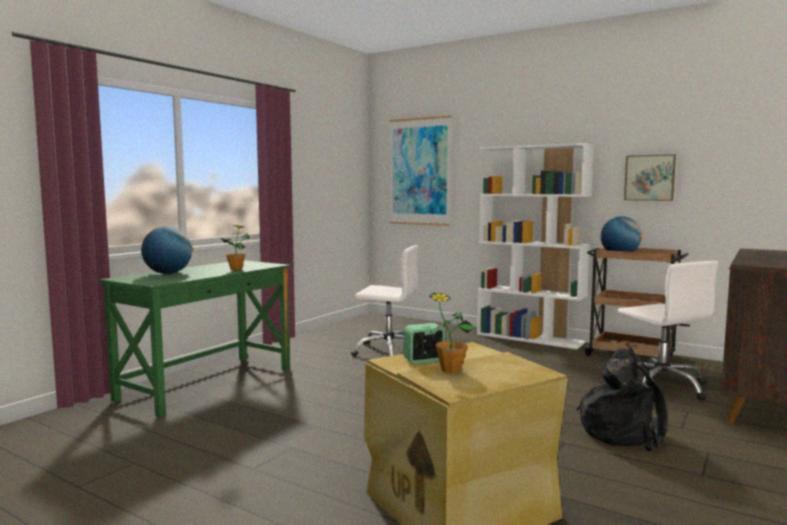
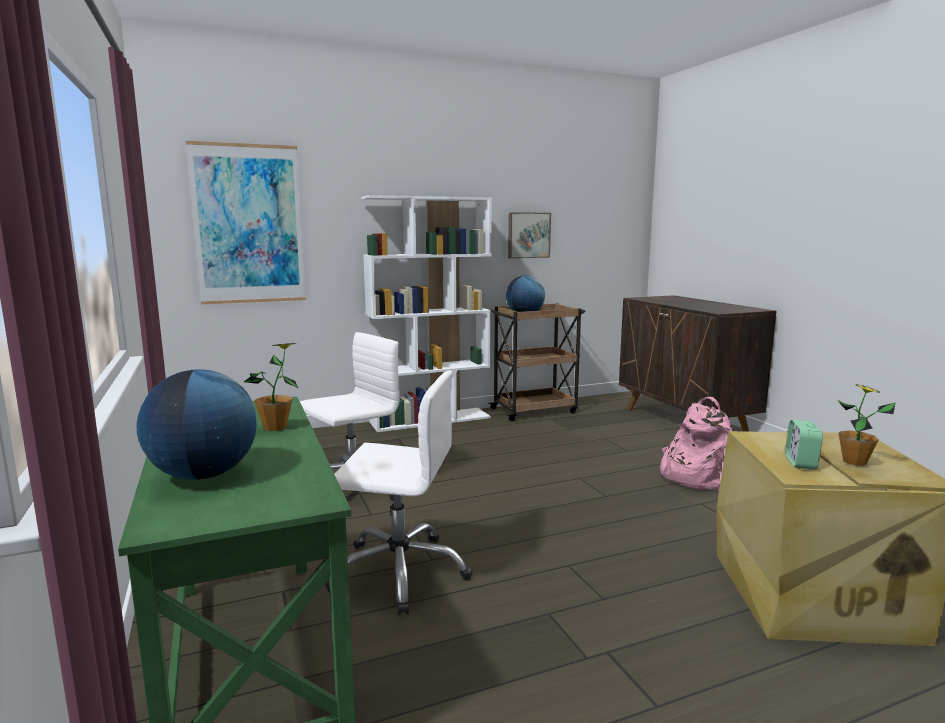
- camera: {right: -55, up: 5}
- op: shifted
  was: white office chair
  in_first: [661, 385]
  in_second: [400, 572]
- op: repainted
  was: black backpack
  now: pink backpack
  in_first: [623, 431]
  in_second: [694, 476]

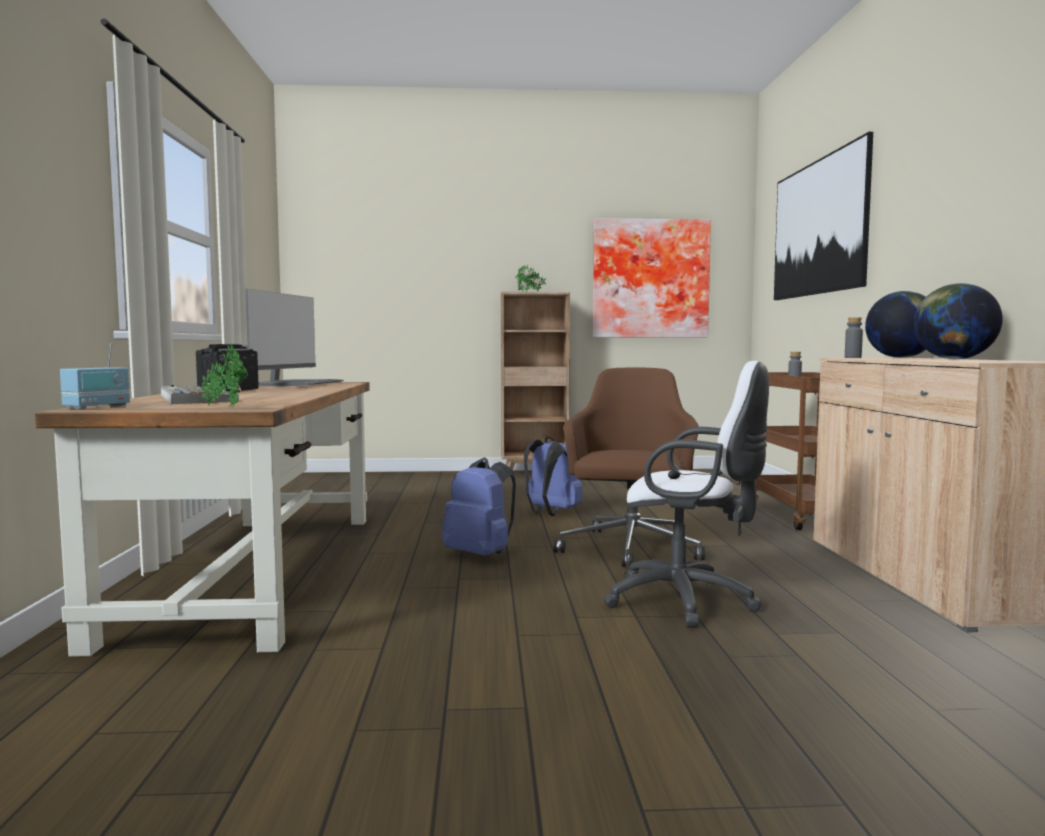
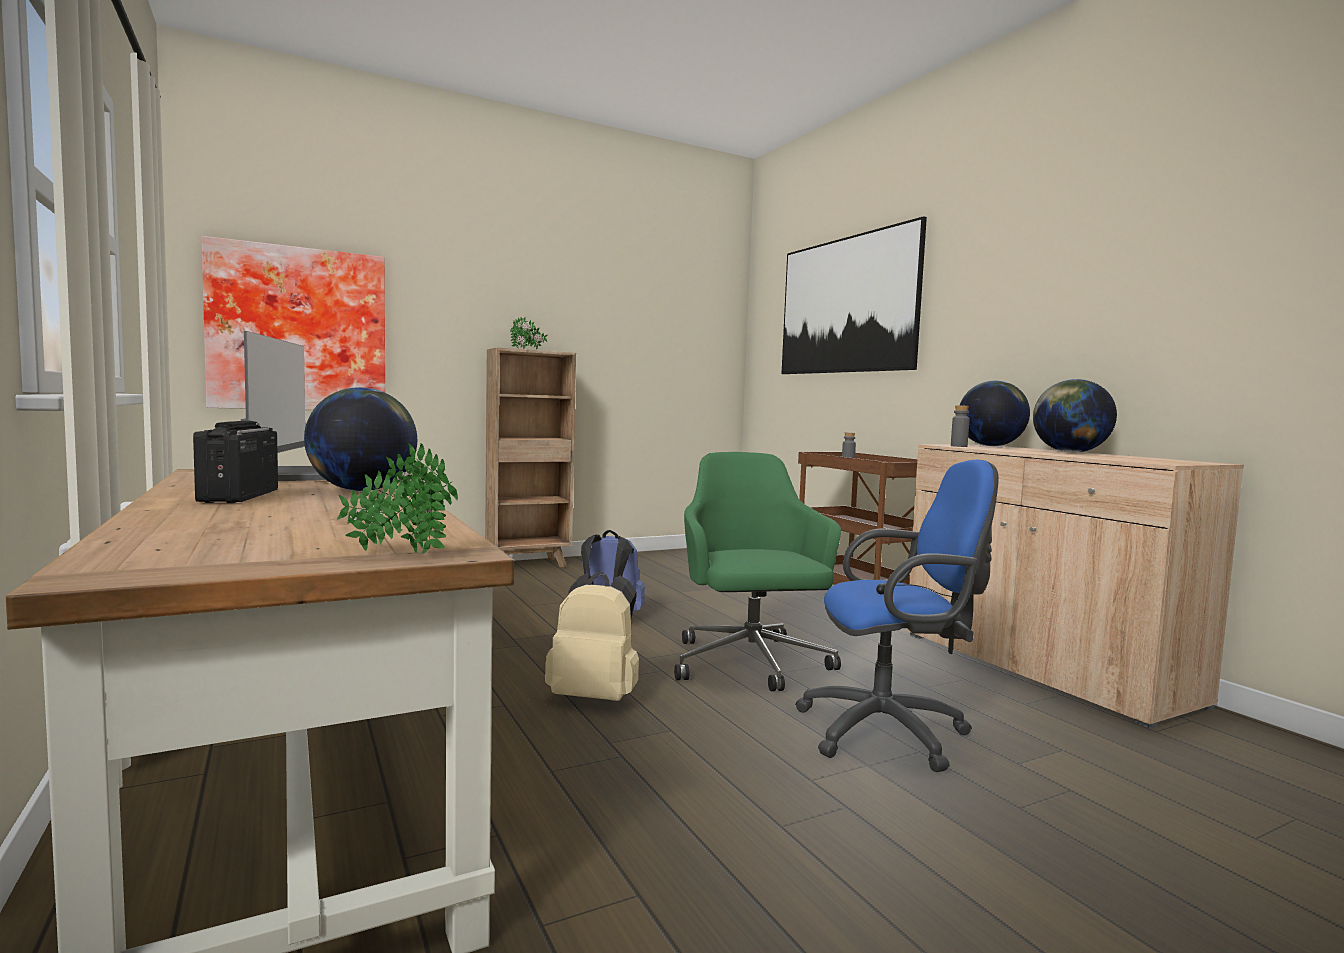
- camera: {right: -25, up: 0}
- op: gone
  was: radio
  in_first: [97, 407]
- op: gone
  was: keyboard
  in_first: [196, 398]
- op: new
  now: globe
  in_second: [362, 490]
- op: shifted
  was: picture
  in_first: [650, 279]
  in_second: [298, 330]
- op: repainted
  was: blue backpack
  now: beige backpack
  in_first: [481, 555]
  in_second: [595, 697]
- op: repainted
  was: brown office chair
  now: green office chair
  in_first: [630, 549]
  in_second: [750, 664]
- op: repainted
  was: white office chair
  now: blue office chair
  in_first: [688, 601]
  in_second: [892, 732]

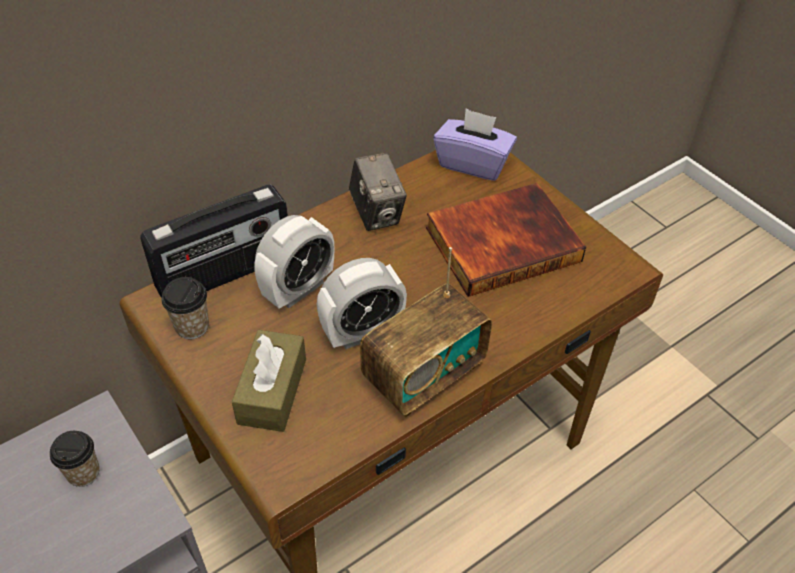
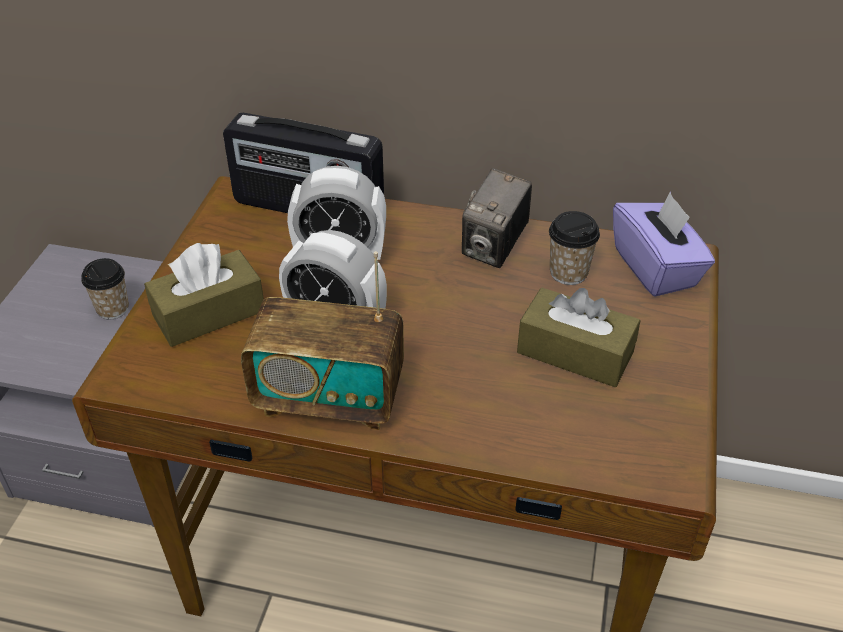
- camera: {right: 50, up: -5}
- op: shifted
  was: cup
  in_first: [192, 326]
  in_second: [568, 273]
- op: swapped
  was: book
  now: brown tissue box
  in_first: [502, 242]
  in_second: [575, 352]

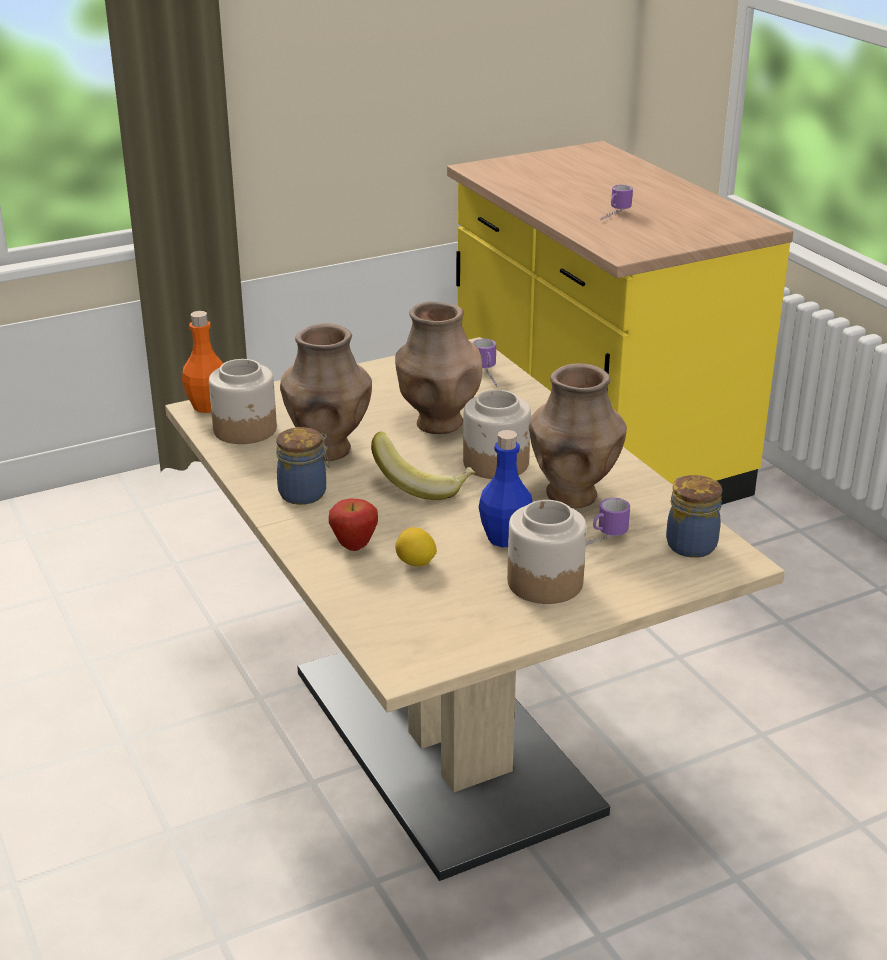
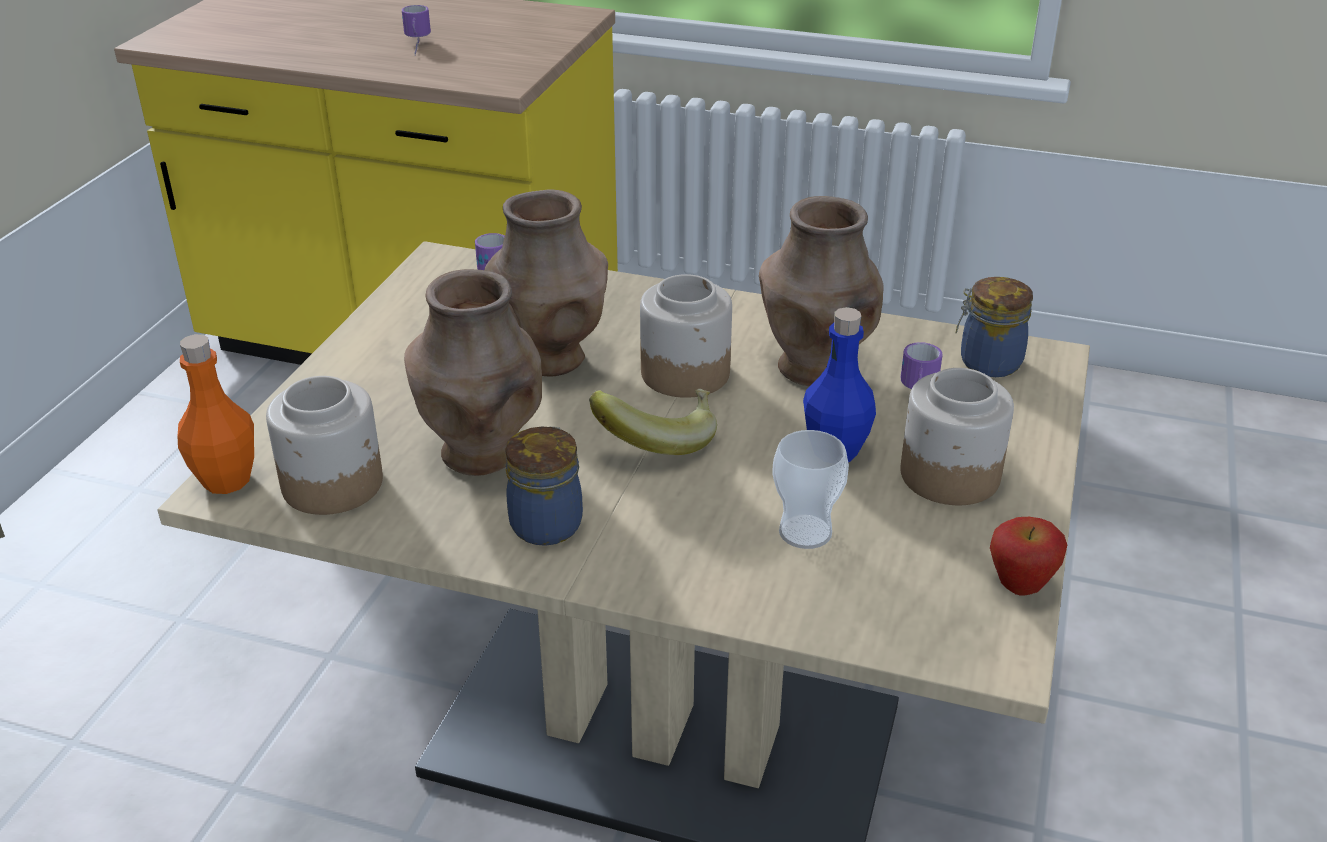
- camera: {right: -45, up: 5}
- op: shifted
  was: apple
  in_first: [354, 546]
  in_second: [1020, 587]
- op: swapped
  was: lemon
  now: cup
  in_first: [415, 563]
  in_second: [805, 532]

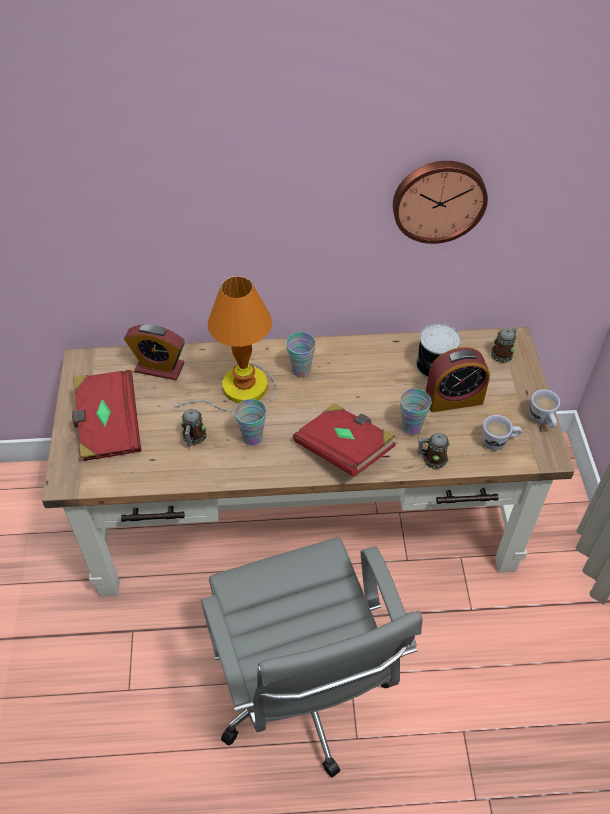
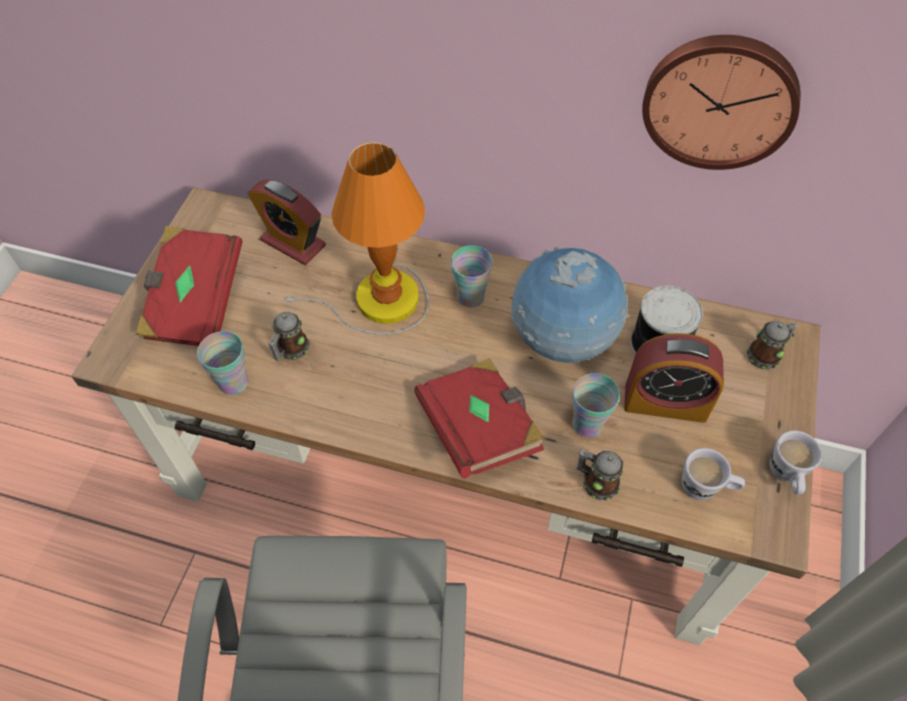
- camera: {right: 20, up: 5}
- op: new
  now: globe
  in_second: [562, 342]
- op: shifted
  was: cup
  in_first: [252, 437]
  in_second: [233, 382]

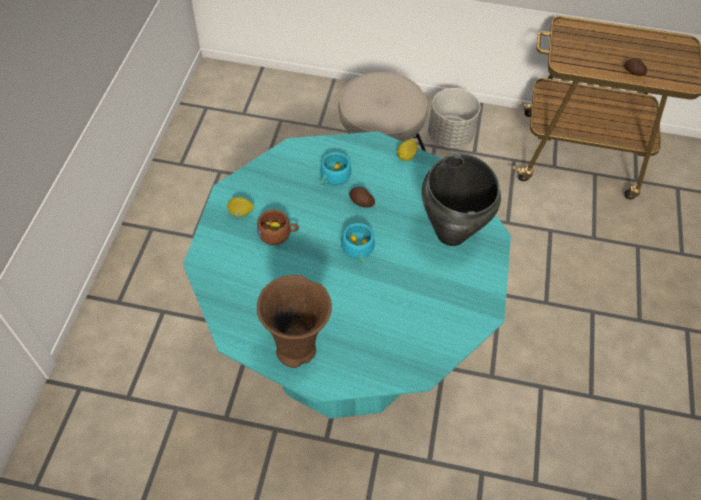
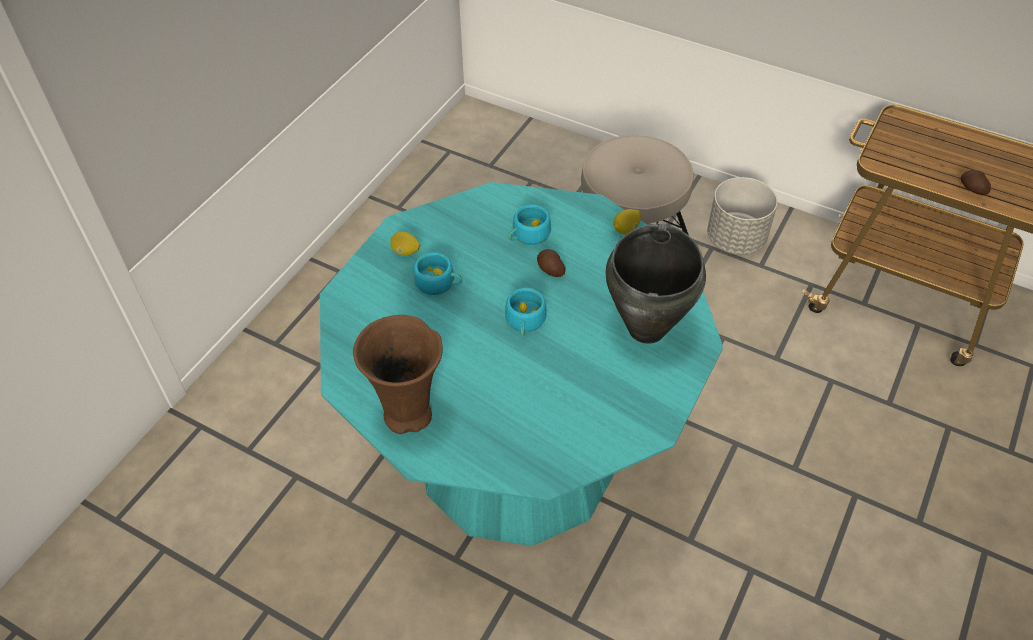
- camera: {right: 20, up: -5}
- op: repainted
  was: brown cup
  now: turquoise cup
  in_first: [278, 233]
  in_second: [439, 283]

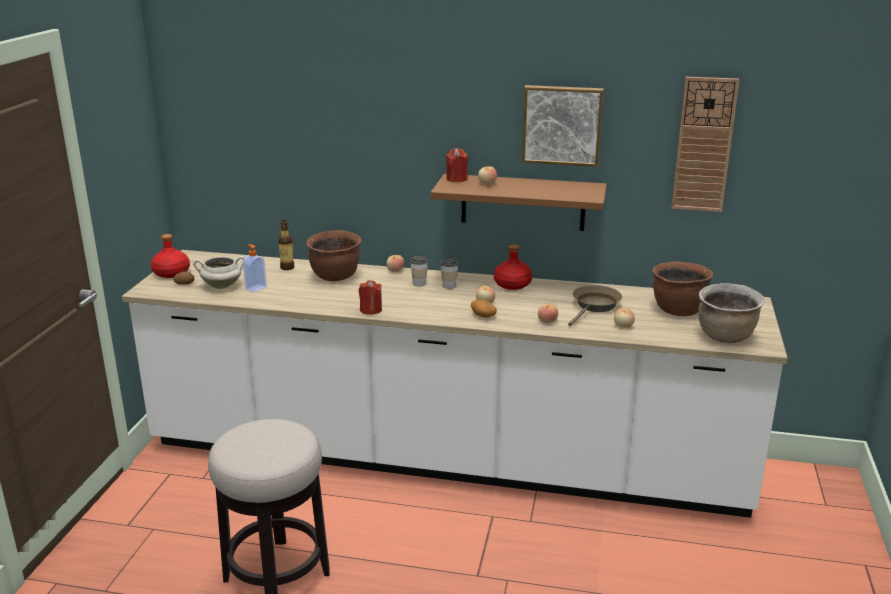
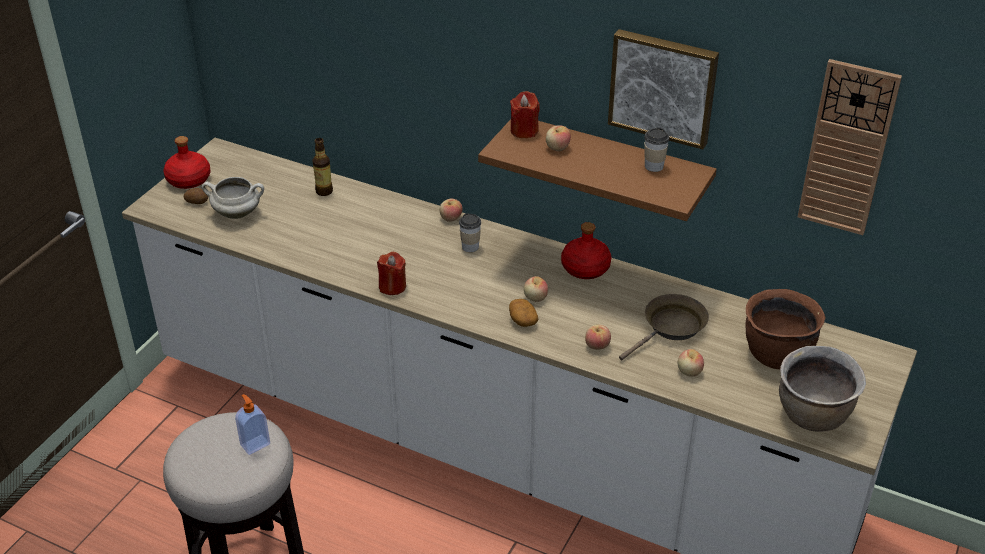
- camera: {right: 15, up: 15}
- op: gone
  was: brown cooking pot
  in_first: [336, 276]
- op: shifted
  was: soap dispenser
  in_first: [255, 288]
  in_second: [255, 444]
- op: shifted
  was: cup
  in_first: [449, 286]
  in_second: [654, 166]

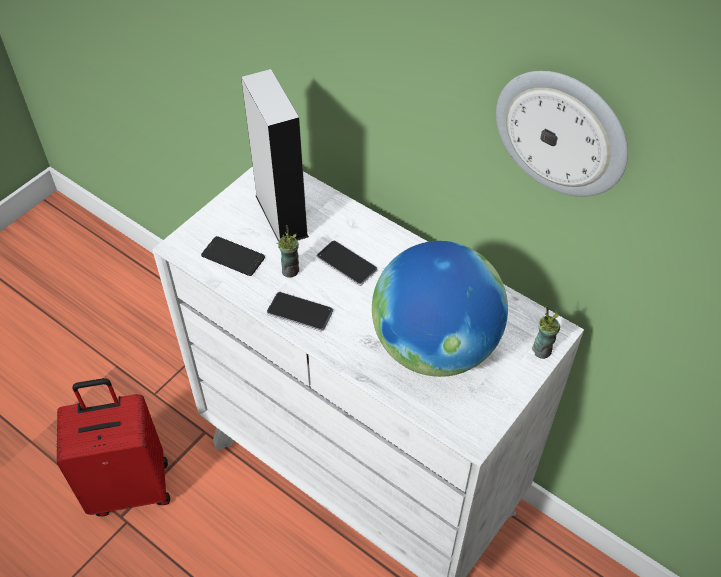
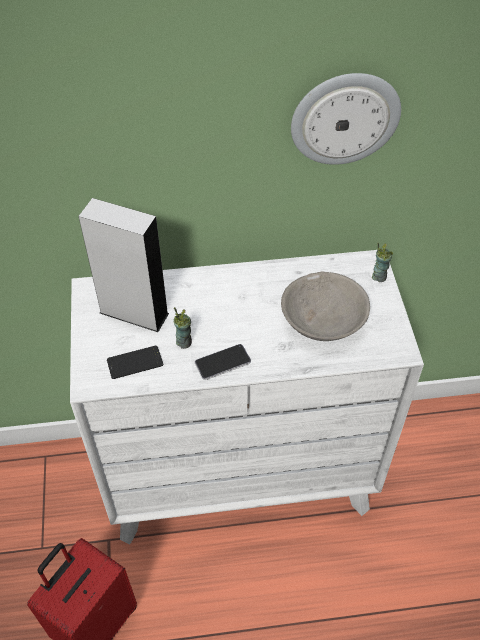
- camera: {right: -45, up: 0}
- op: gone
  was: phone
  in_first: [346, 264]
- op: swapped
  was: globe
  now: grey bowl
  in_first: [434, 346]
  in_second: [323, 320]

